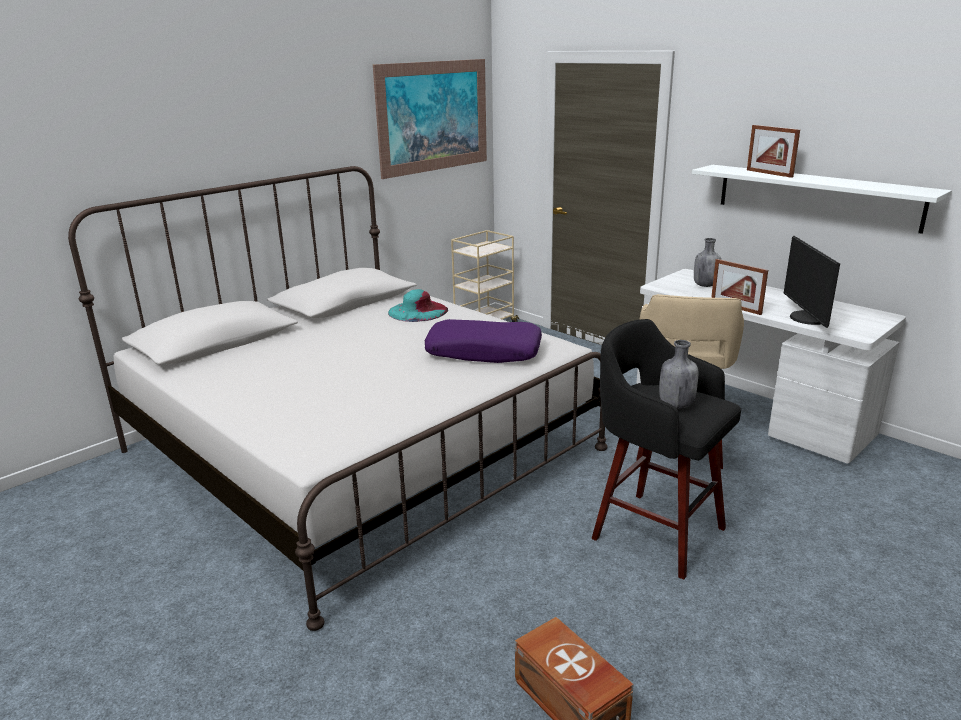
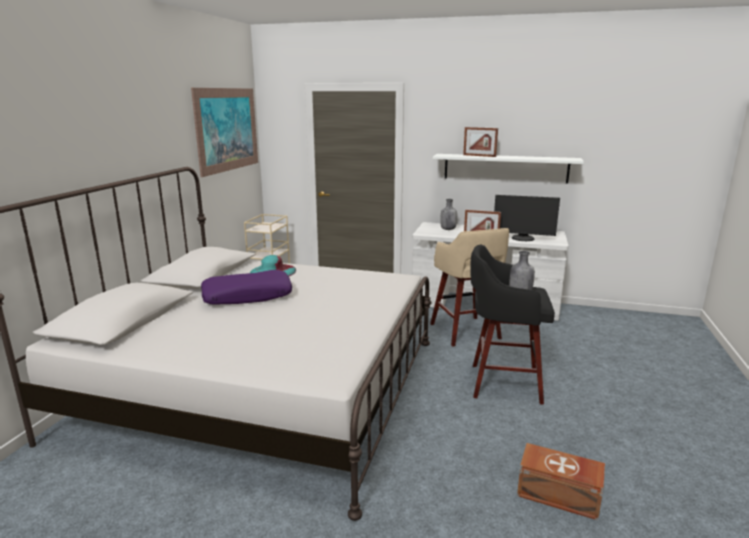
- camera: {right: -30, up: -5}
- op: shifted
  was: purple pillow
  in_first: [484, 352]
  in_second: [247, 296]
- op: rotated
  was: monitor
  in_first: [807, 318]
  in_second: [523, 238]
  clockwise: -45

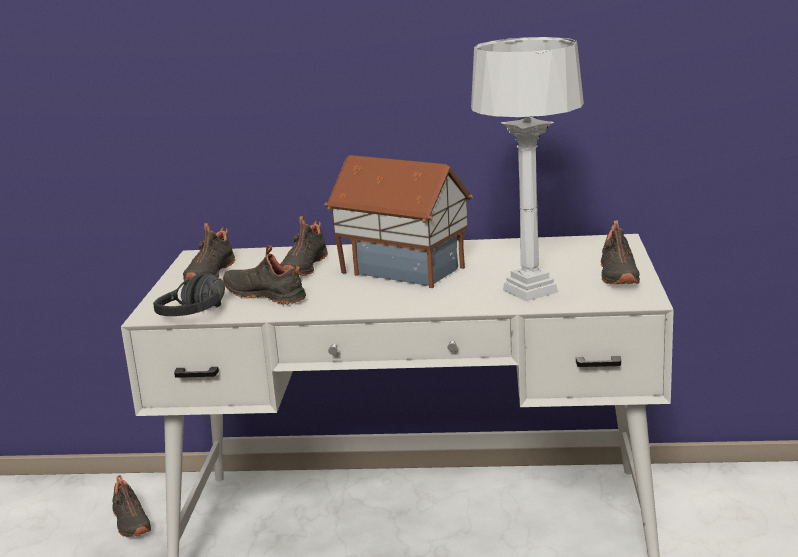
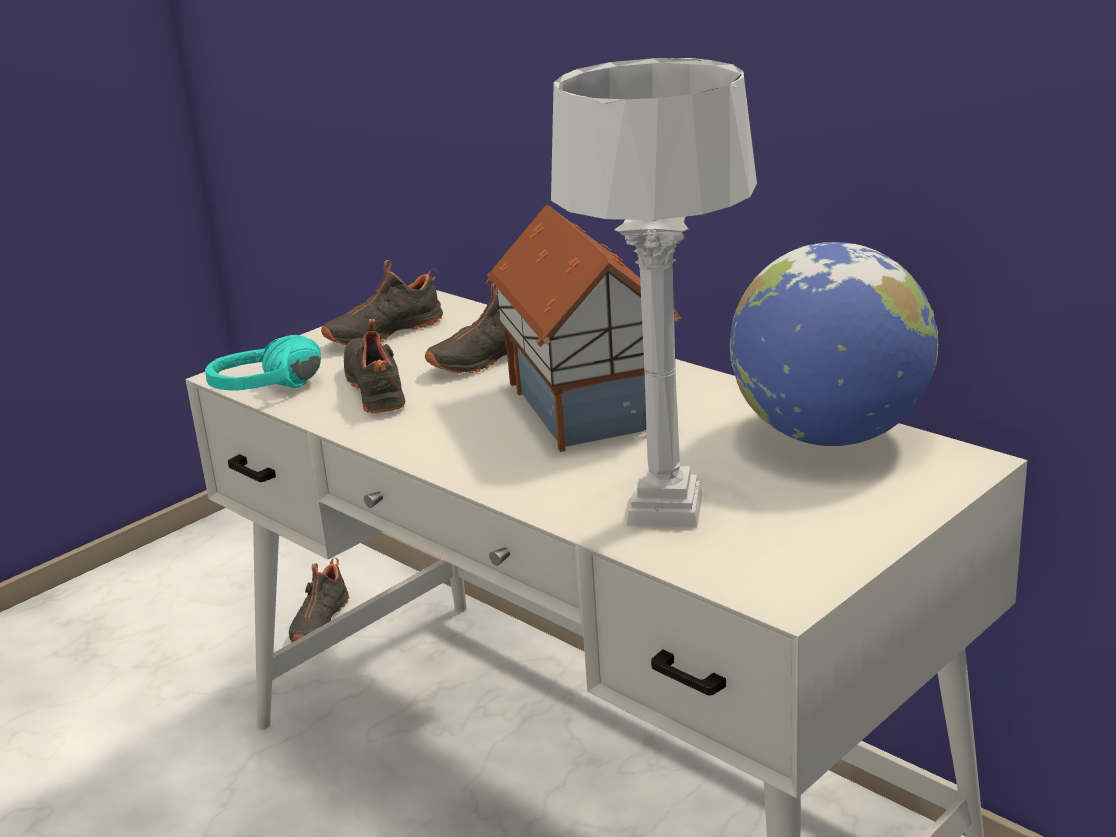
- camera: {right: 40, up: 5}
- op: gone
  was: black shoe
  in_first: [616, 275]
- op: new
  now: globe
  in_second: [830, 436]
- op: repainted
  was: black headphones
  now: turquoise headphones
  in_first: [204, 315]
  in_second: [273, 395]

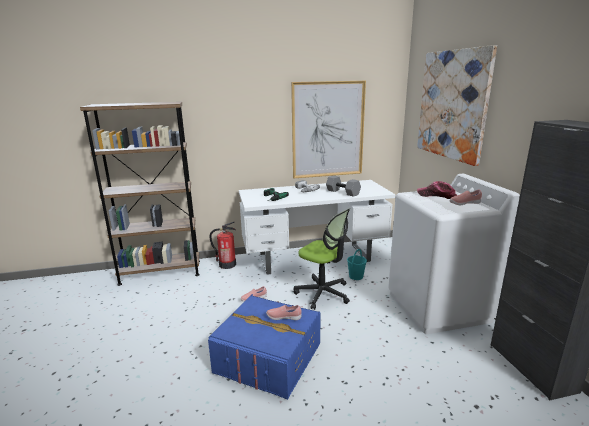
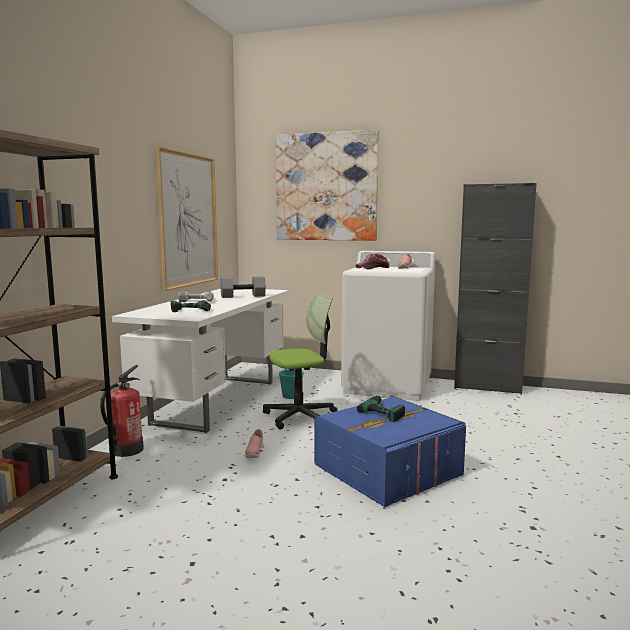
- camera: {right: -60, up: -10}
- op: swapped
  was: pink shoe
  now: power drill
  in_first: [284, 317]
  in_second: [386, 410]

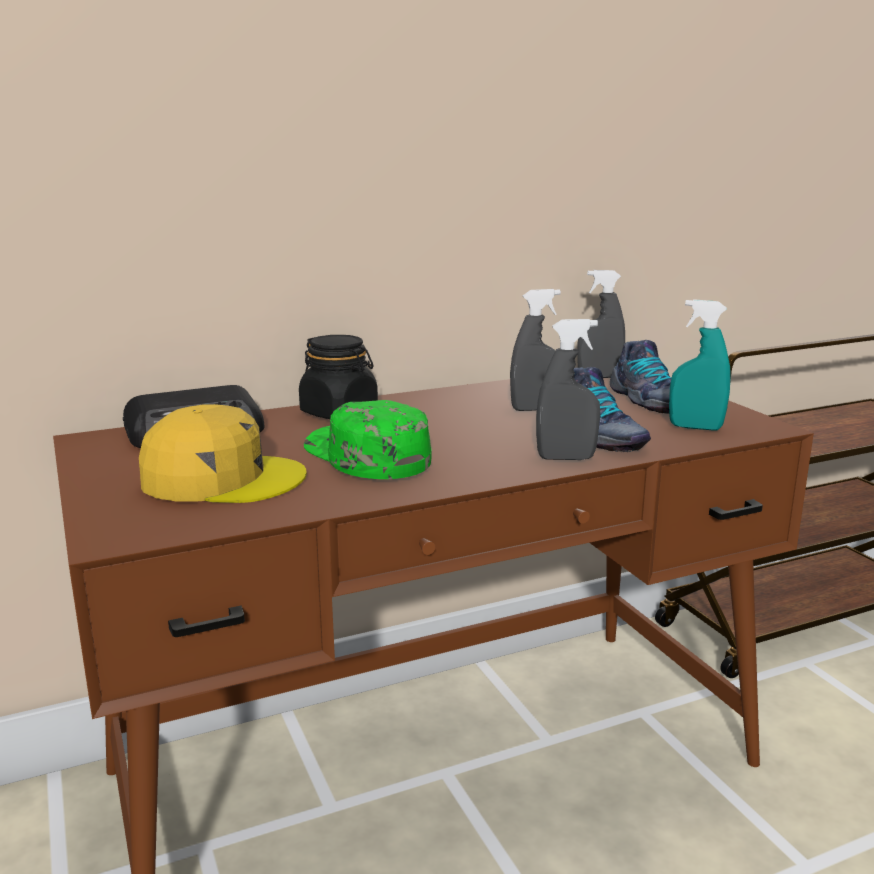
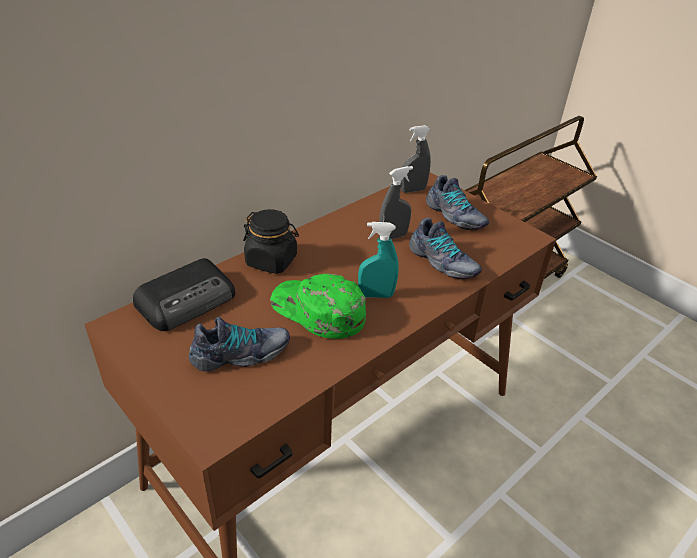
- camera: {right: -20, up: 20}
- op: gone
  was: grey spray bottle
  in_first: [566, 458]
- op: shifted
  was: turquoise spray bottle
  in_first: [695, 427]
  in_second: [376, 295]
- op: swapped
  was: yellow cap
  now: shoe
  in_first: [222, 478]
  in_second: [241, 355]

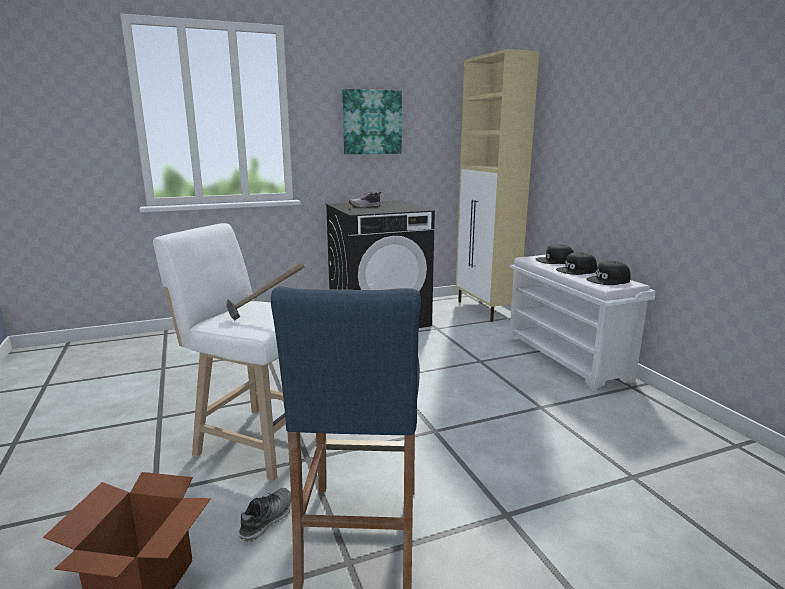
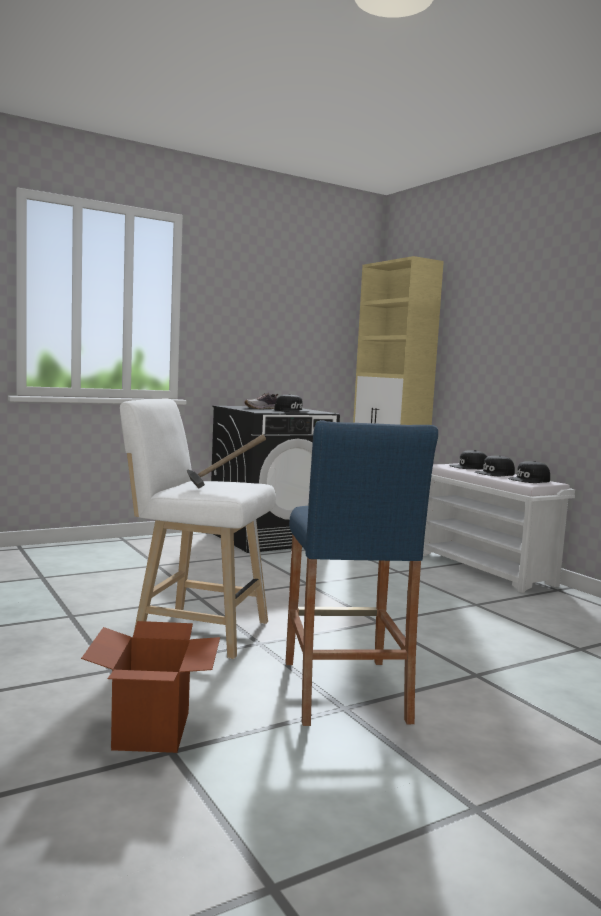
- camera: {right: -10, up: -10}
- op: gone
  was: shoe
  in_first: [267, 520]
- op: gone
  was: picture
  in_first: [372, 122]
- op: new
  now: black cap
  in_second: [291, 411]

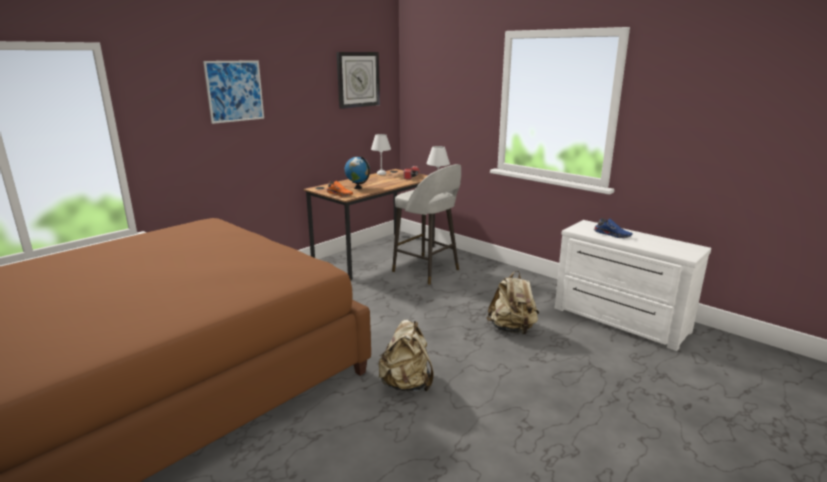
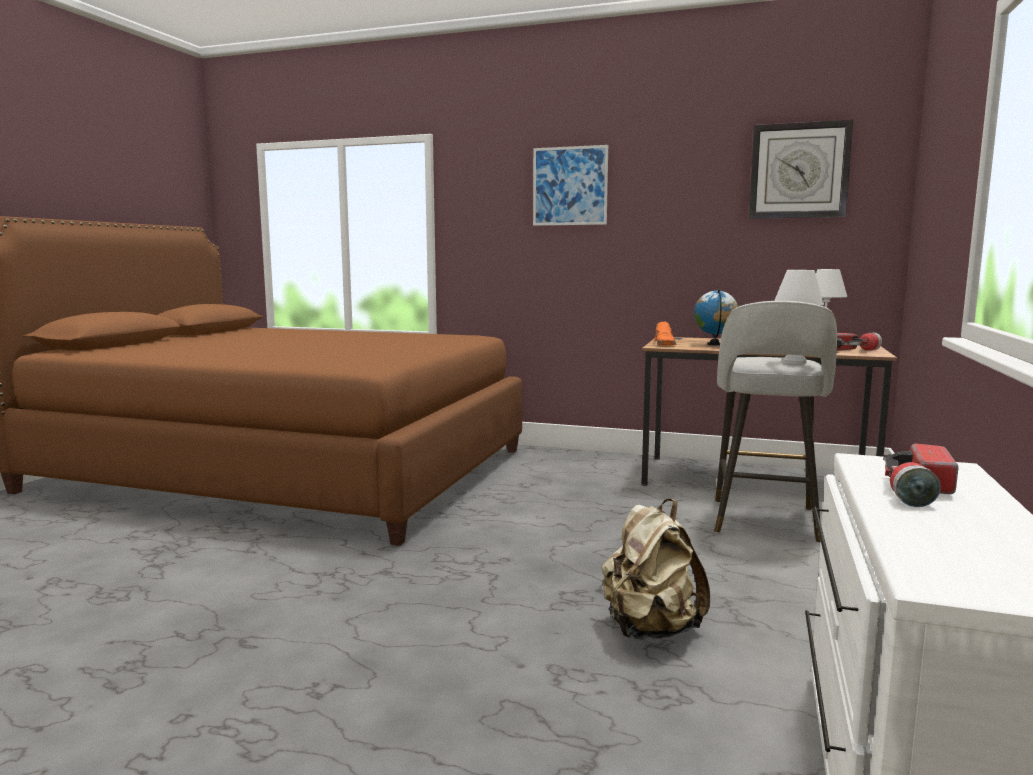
- camera: {right: 65, up: -10}
- op: gone
  was: beige backpack
  in_first: [406, 384]
- op: swapped
  was: blue shoe
  now: flashlight
  in_first: [612, 234]
  in_second: [917, 491]

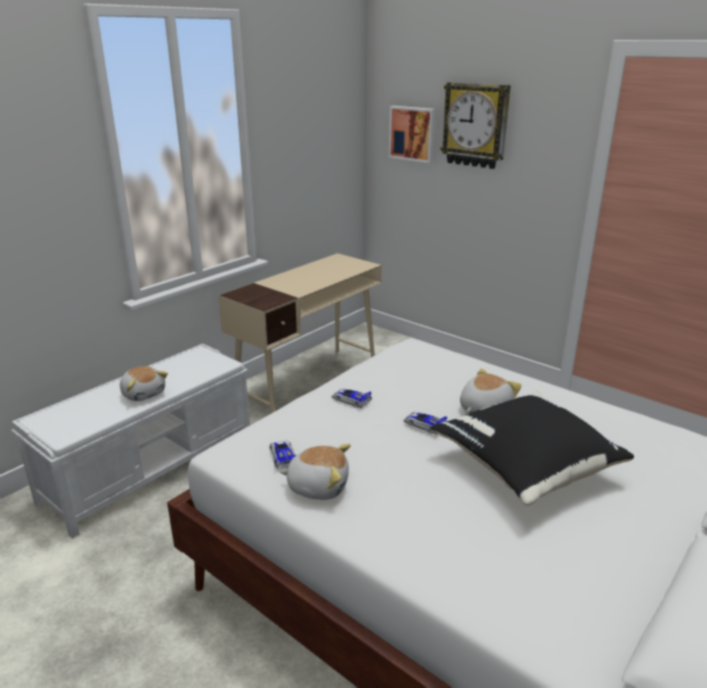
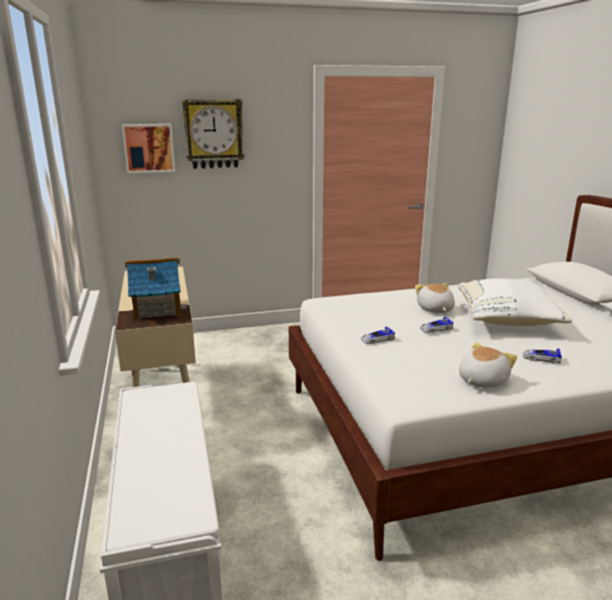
- camera: {right: -55, up: -5}
- op: gone
  was: plush toy
  in_first: [143, 393]
- op: new
  now: toy house
  in_second: [157, 309]
- op: shifted
  was: toy car
  in_first: [283, 456]
  in_second: [541, 358]
- op: repainted
  was: black pillow
  now: white pillow
  in_first: [527, 468]
  in_second: [507, 320]

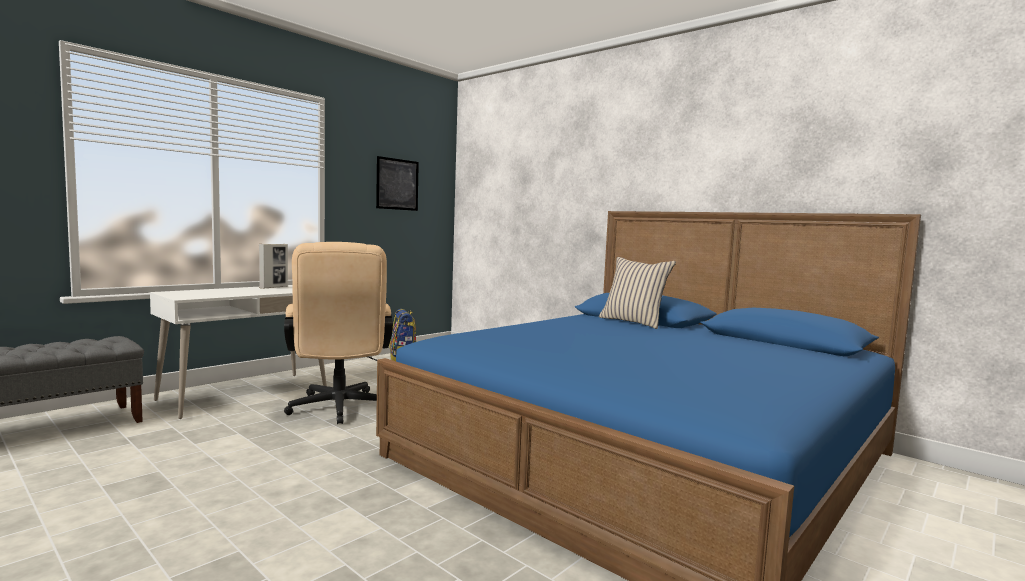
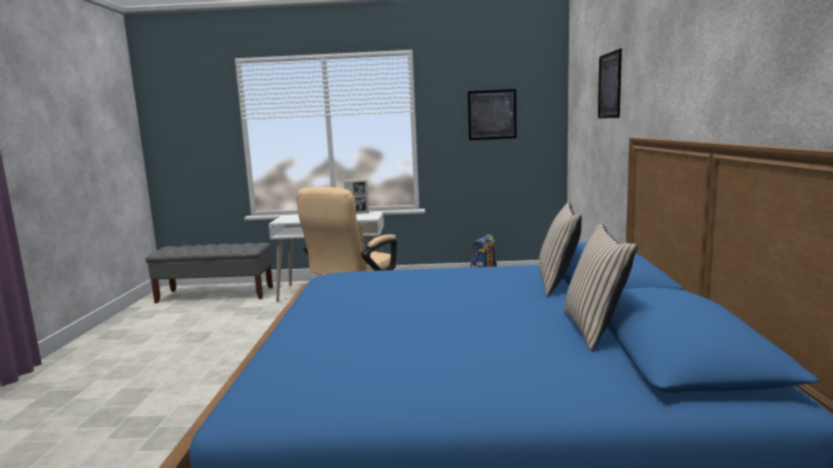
- camera: {right: 50, up: 5}
- op: new
  now: beige pillow
  in_second: [595, 329]
- op: new
  now: picture
  in_second: [609, 85]

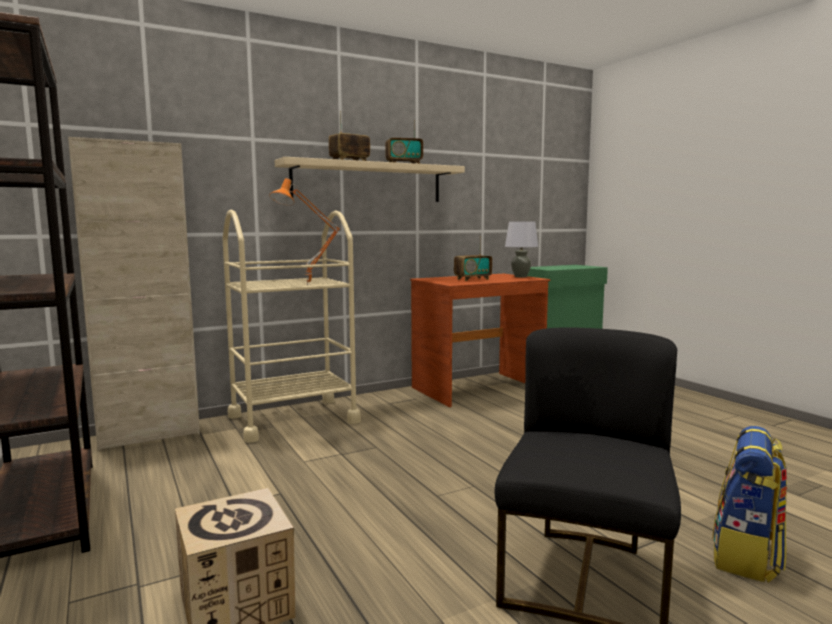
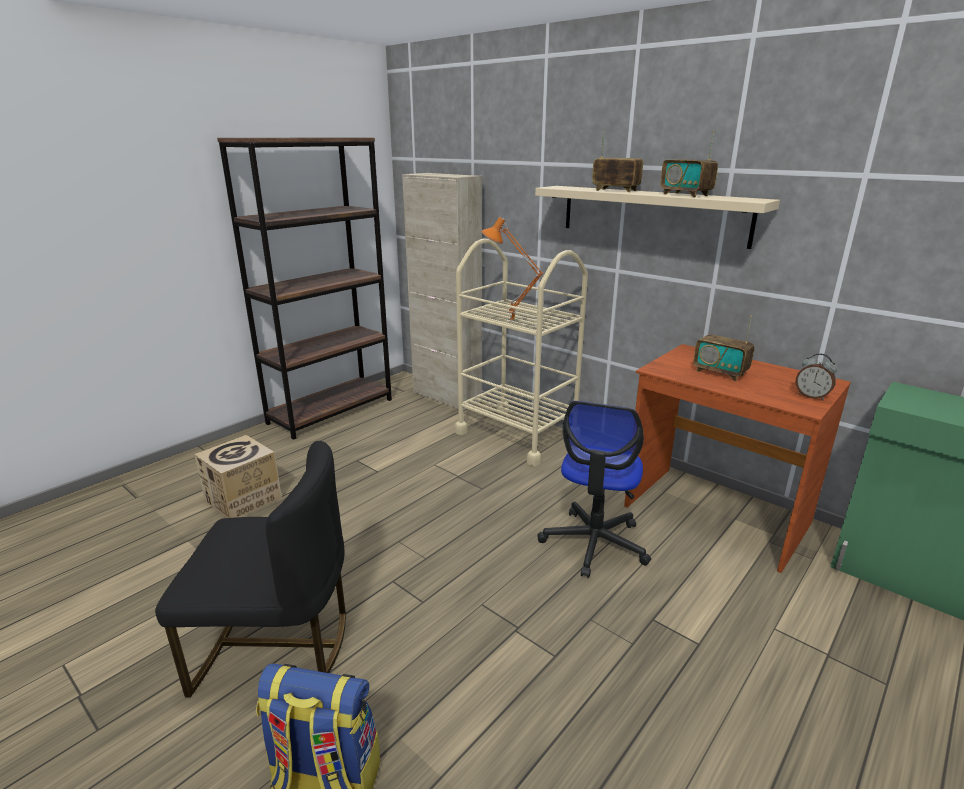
- camera: {right: 70, up: 15}
- op: new
  now: office chair
  in_second: [594, 543]
- op: swapped
  was: grey table lamp
  now: alarm clock
  in_first: [520, 276]
  in_second: [811, 396]

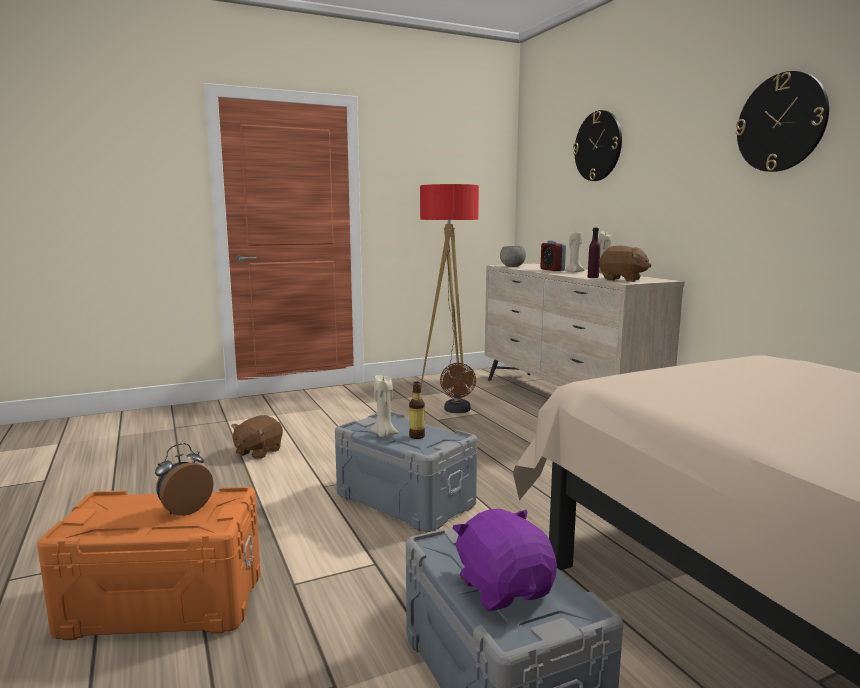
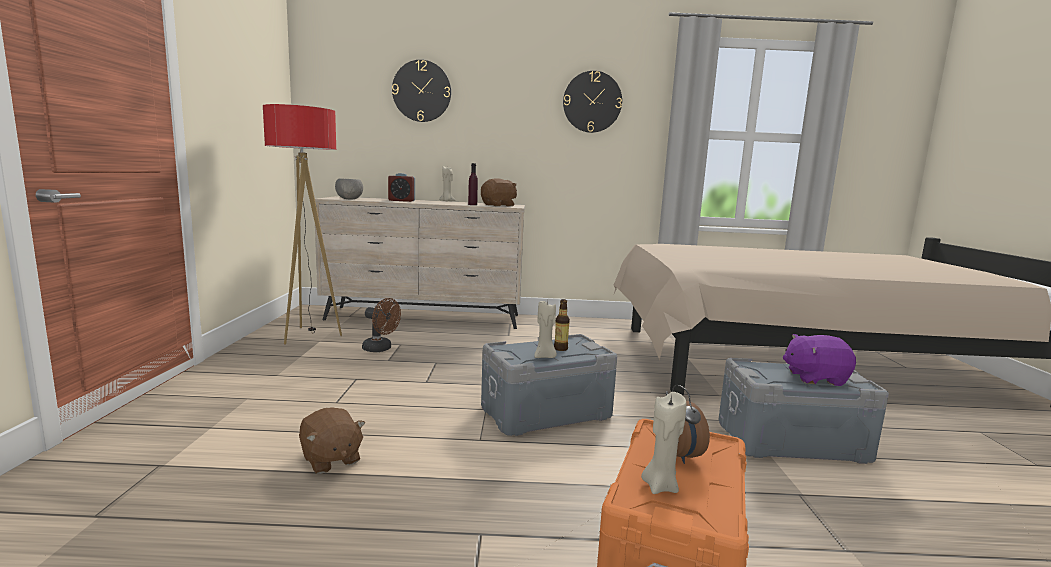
- camera: {right: -65, up: 0}
- op: shifted
  was: beige candle
  in_first: [574, 272]
  in_second: [660, 486]

